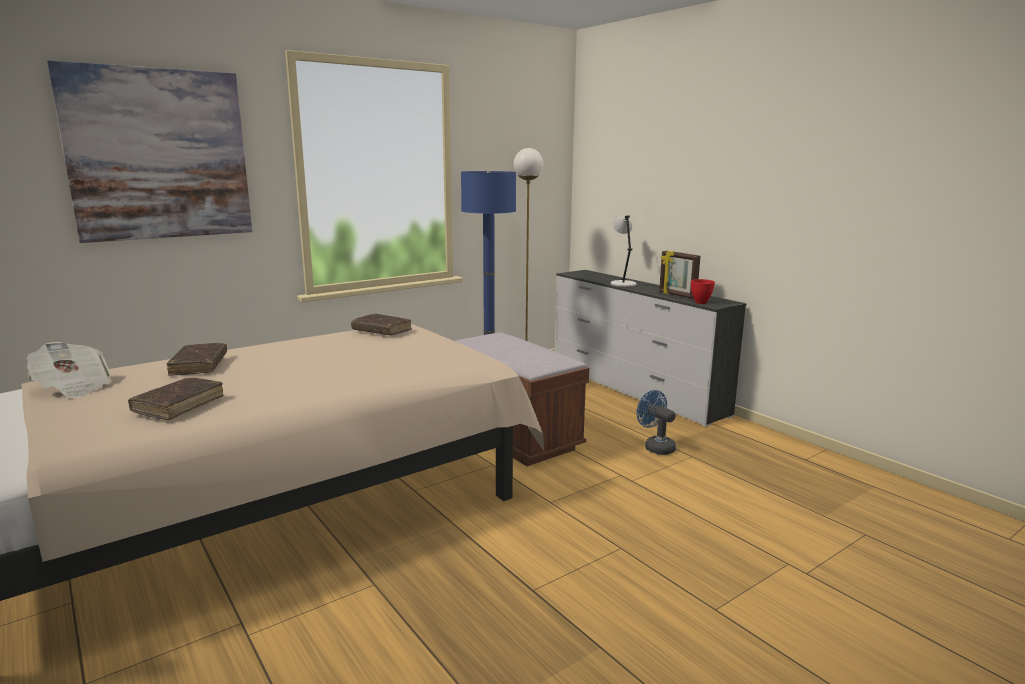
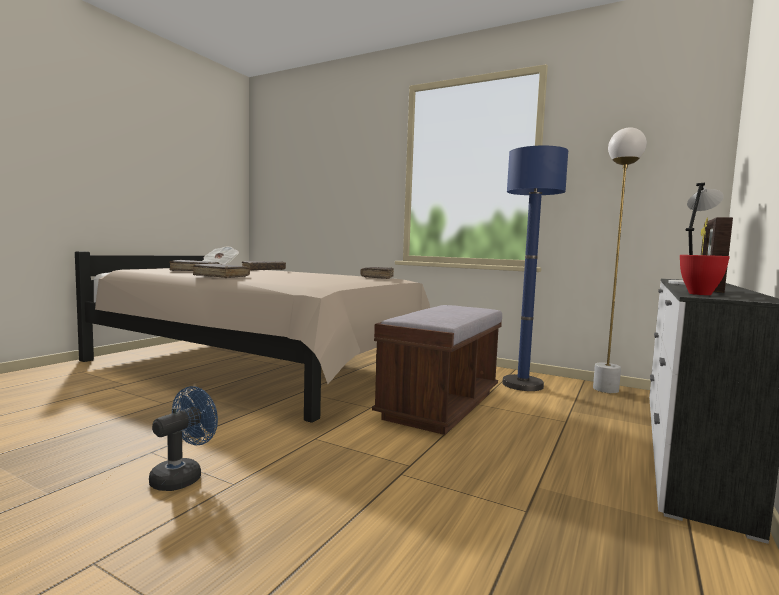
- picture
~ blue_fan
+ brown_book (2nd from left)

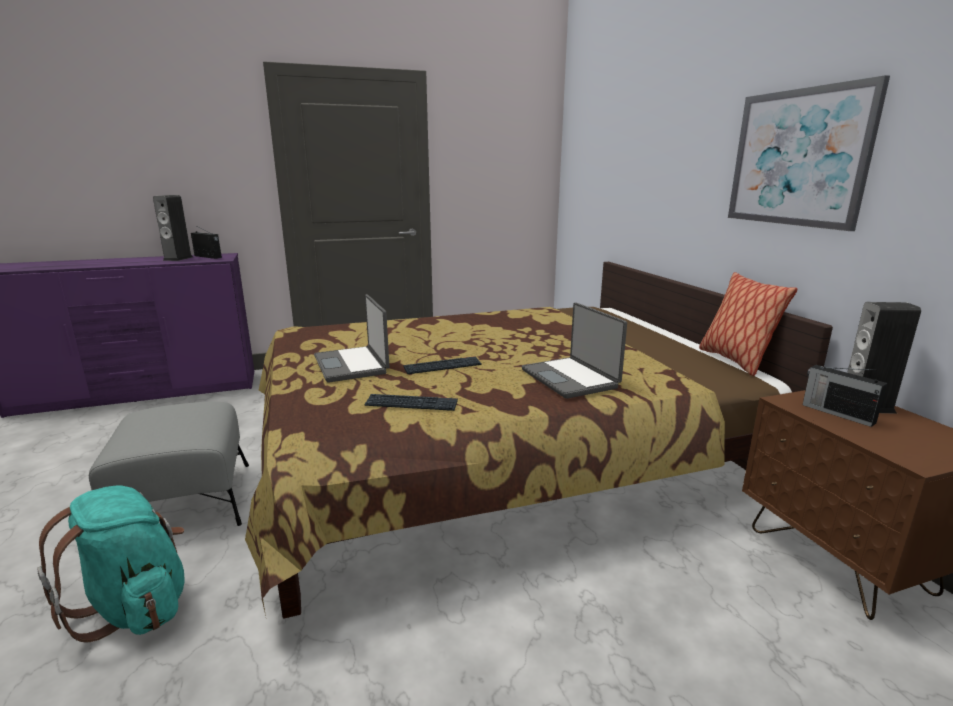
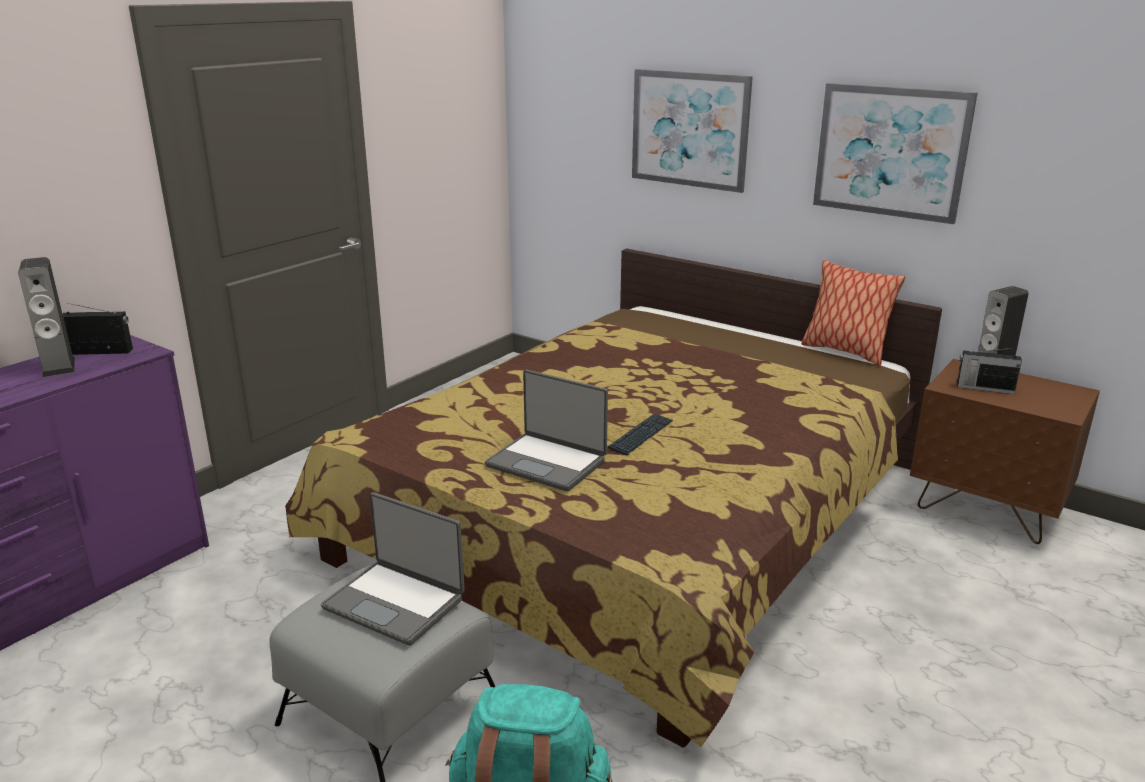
~ laptop (2nd from left in the first image) to laptop (1st from left)
- keyboard (1st from left)
+ picture (1st from left)

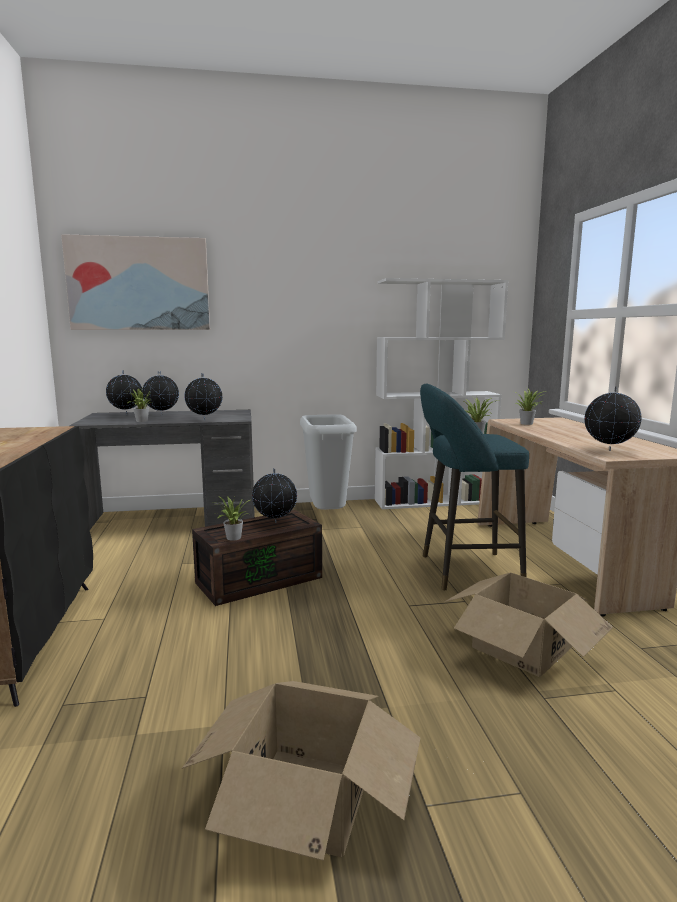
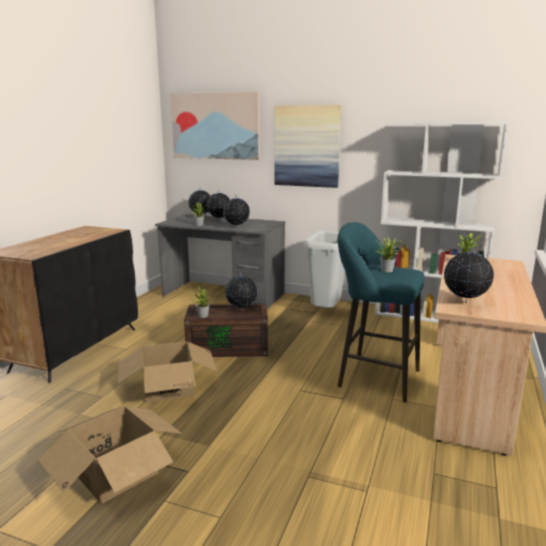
~ cardboard_box (2nd from left)
+ picture (2nd from left)

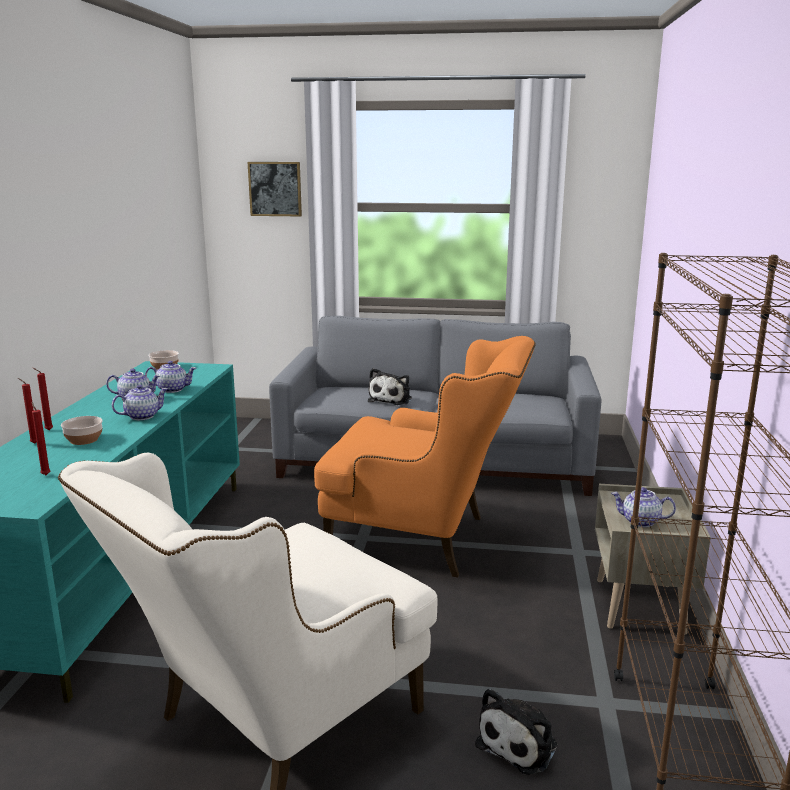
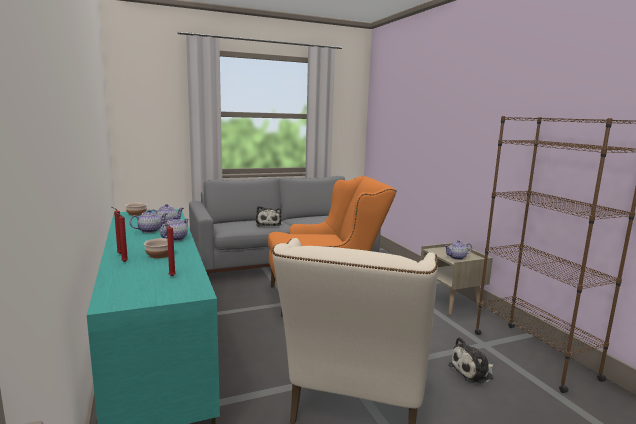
- picture
~ plush_toy (2nd from left) 60 degrees clockwise

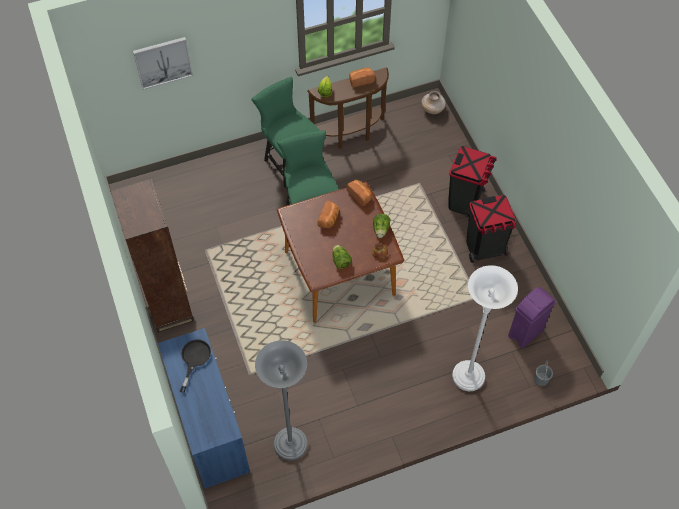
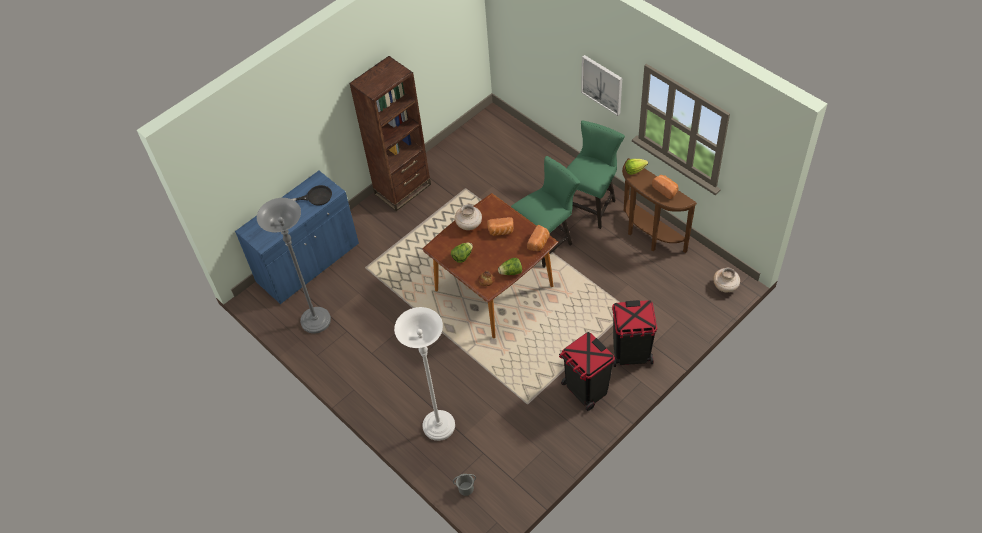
~ picture
- purple_trash_can
+ beige_vase (1st from left)

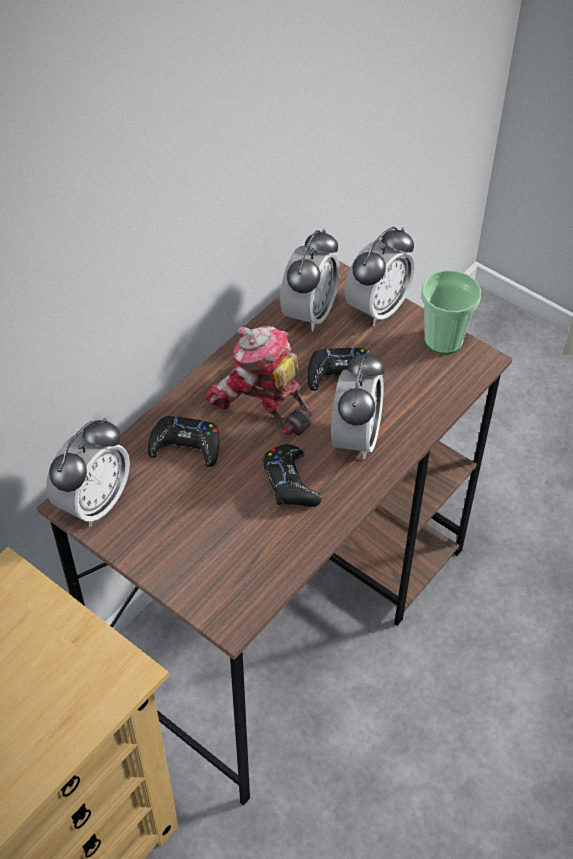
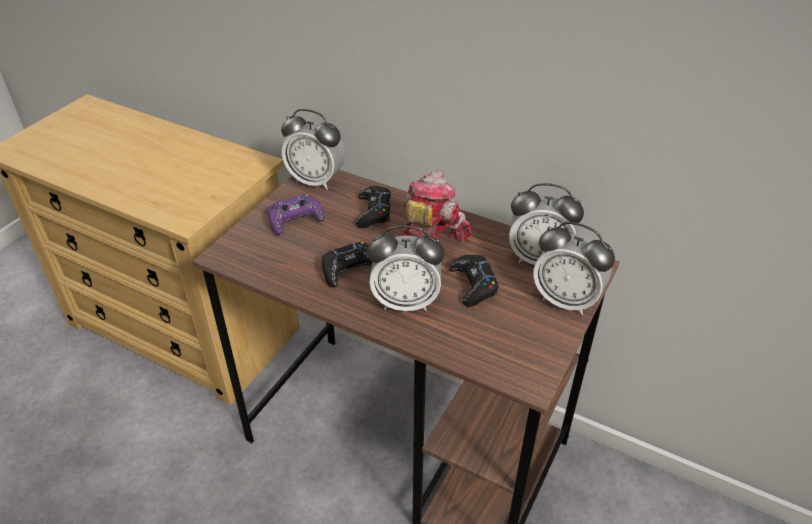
- cup
+ purple_game_controller

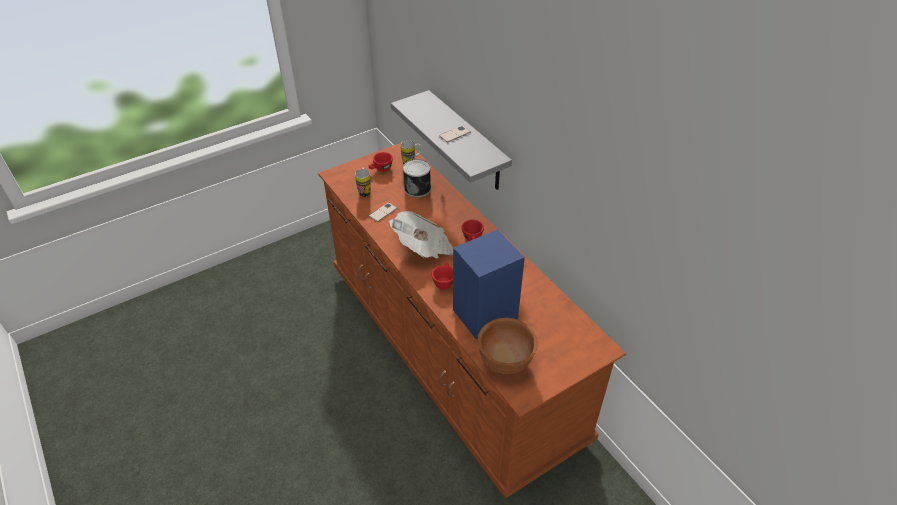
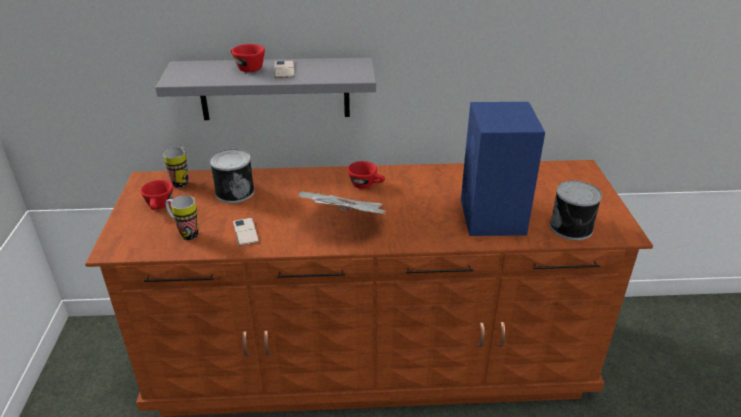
~ red_cup (2nd from left)
~ brown_bowl to can (2nd from left)

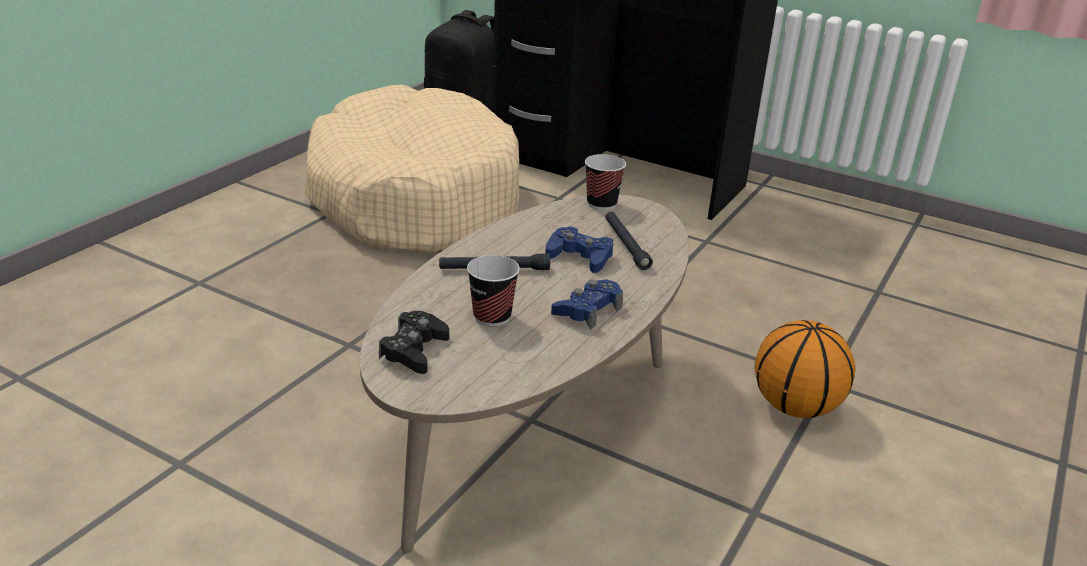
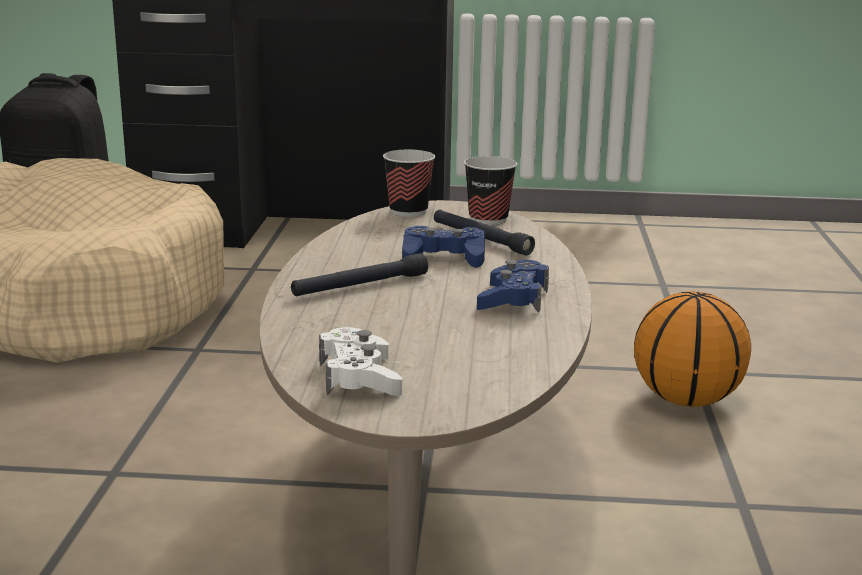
~ cup (1st from left in the first image) to cup (2nd from left)
~ black_game_controller to white_game_controller

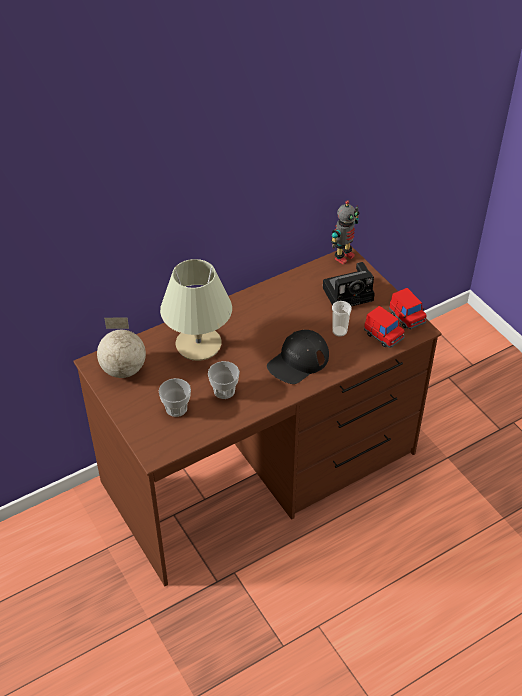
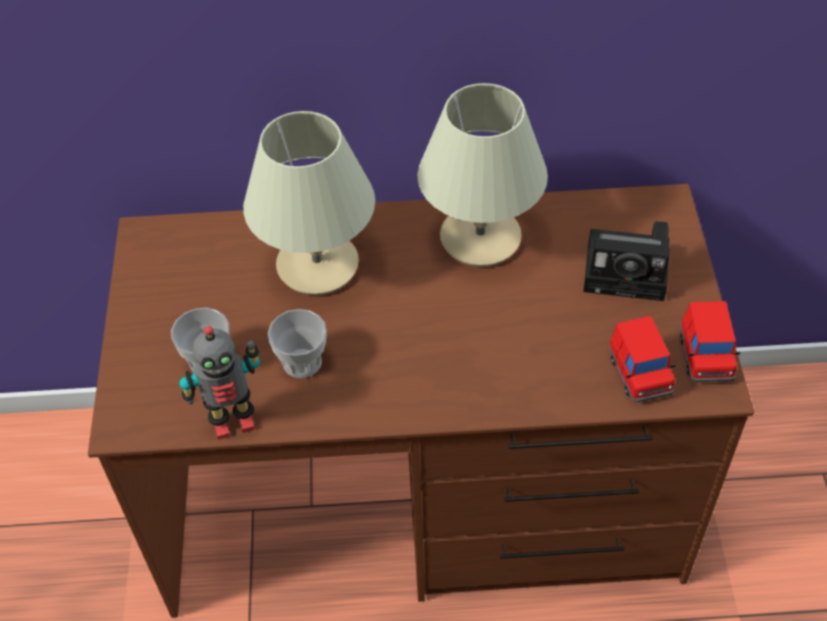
~ toy_robot
- cup (3rd from left)
- globe
- black_cap
+ beige_table_lamp (2nd from left)

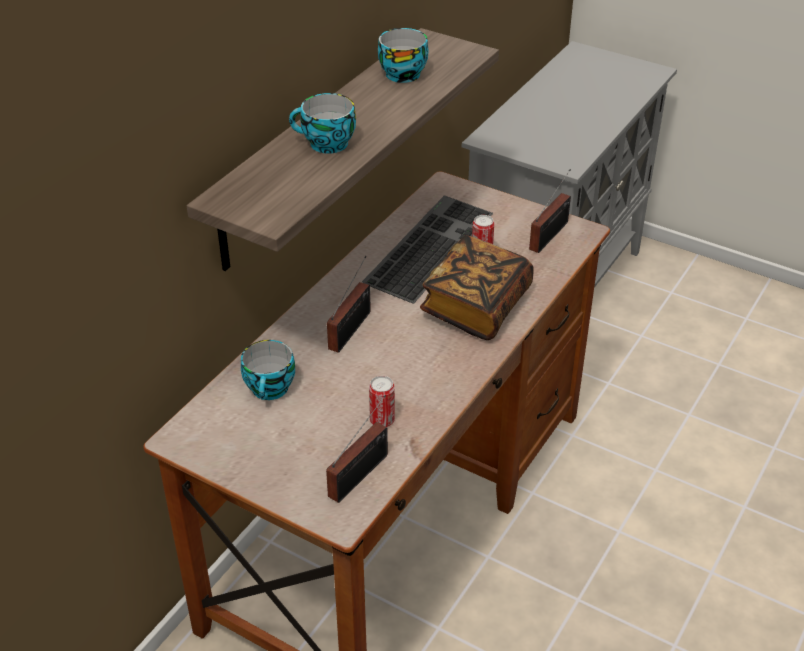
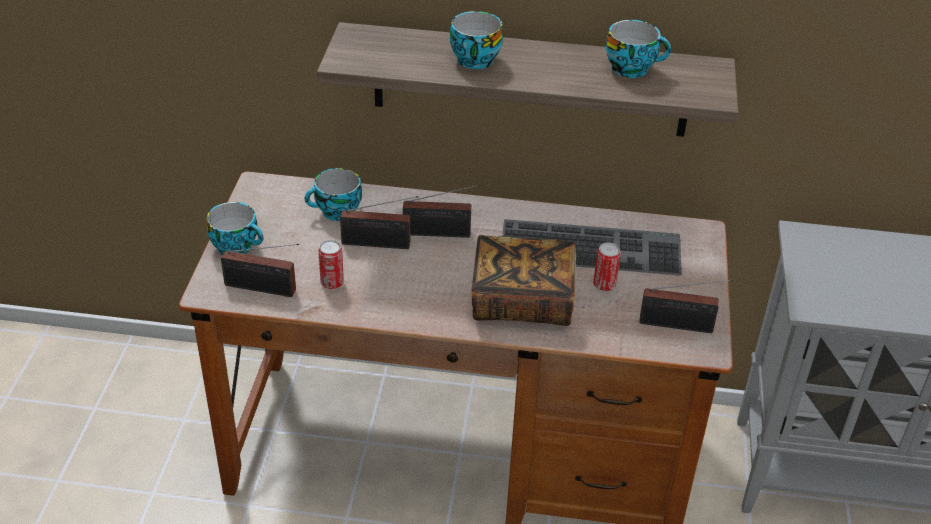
+ radio (2nd from left)
+ cup (1st from left)

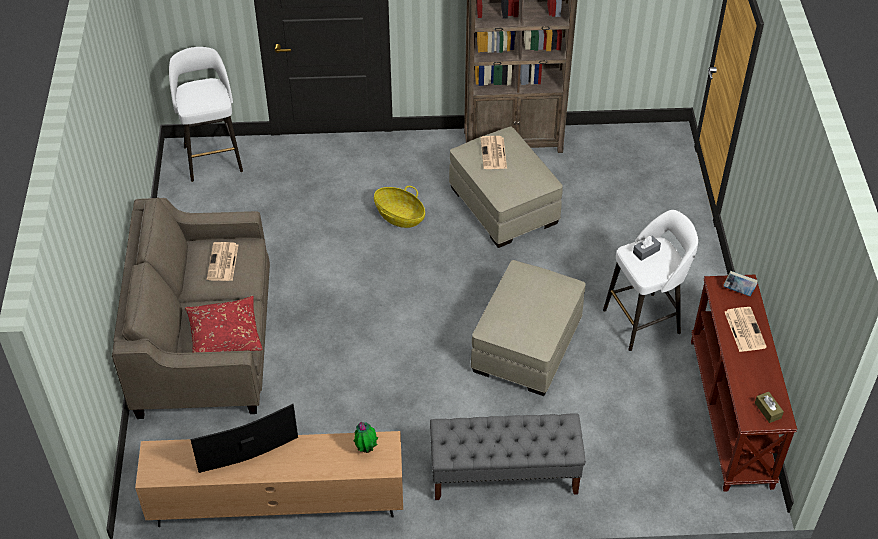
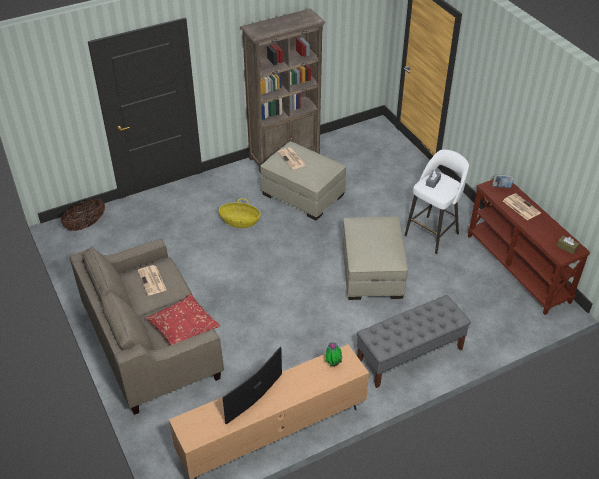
~ white_stool (1st from left) to basket (1st from left)

